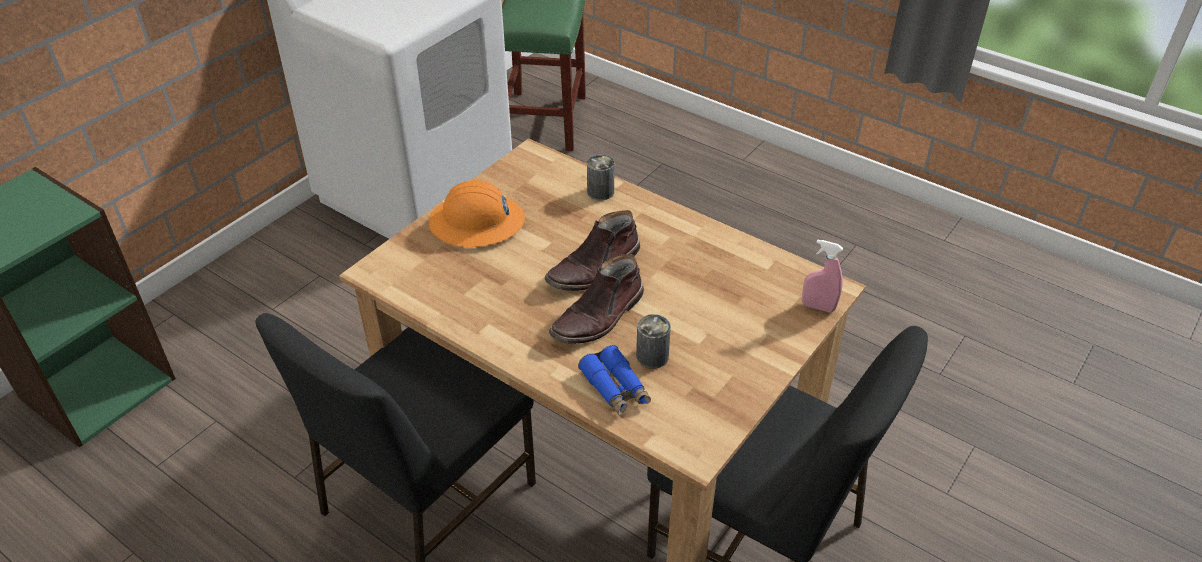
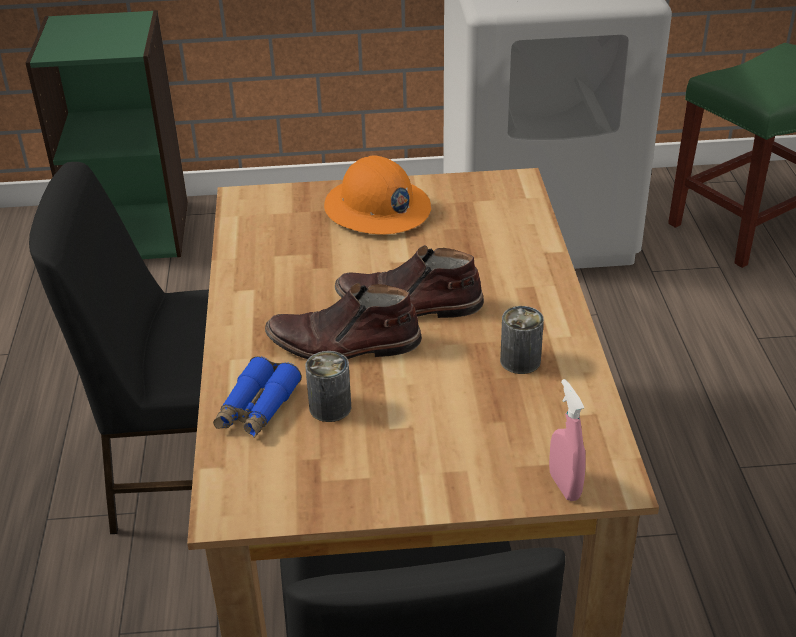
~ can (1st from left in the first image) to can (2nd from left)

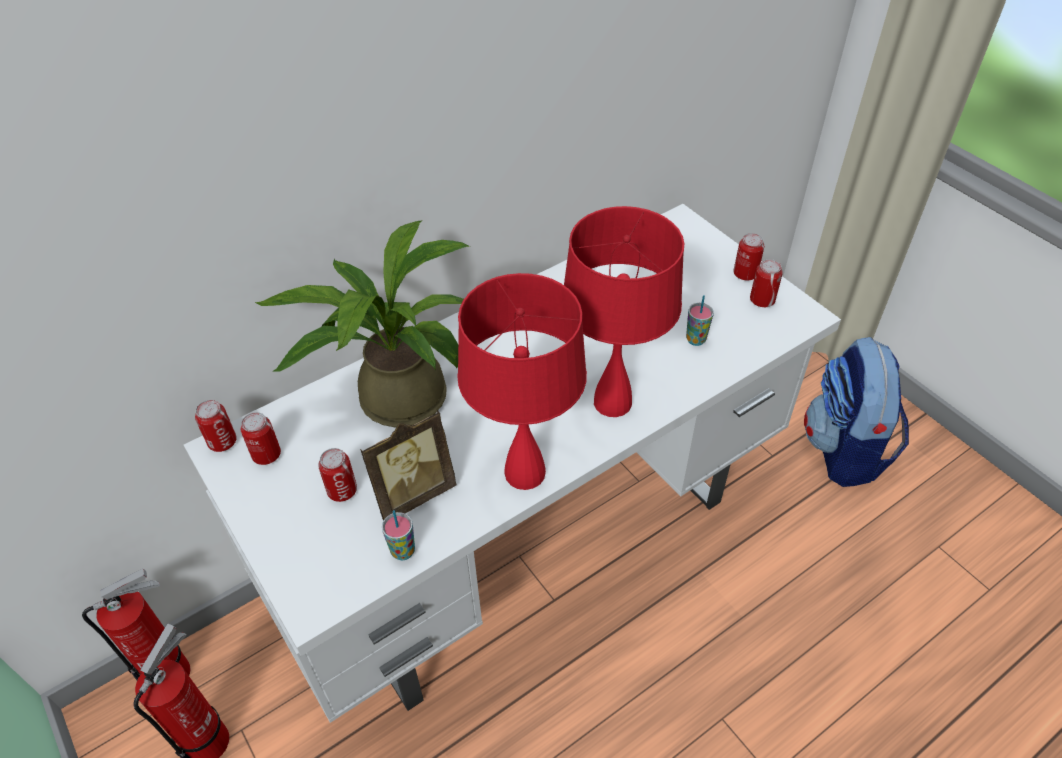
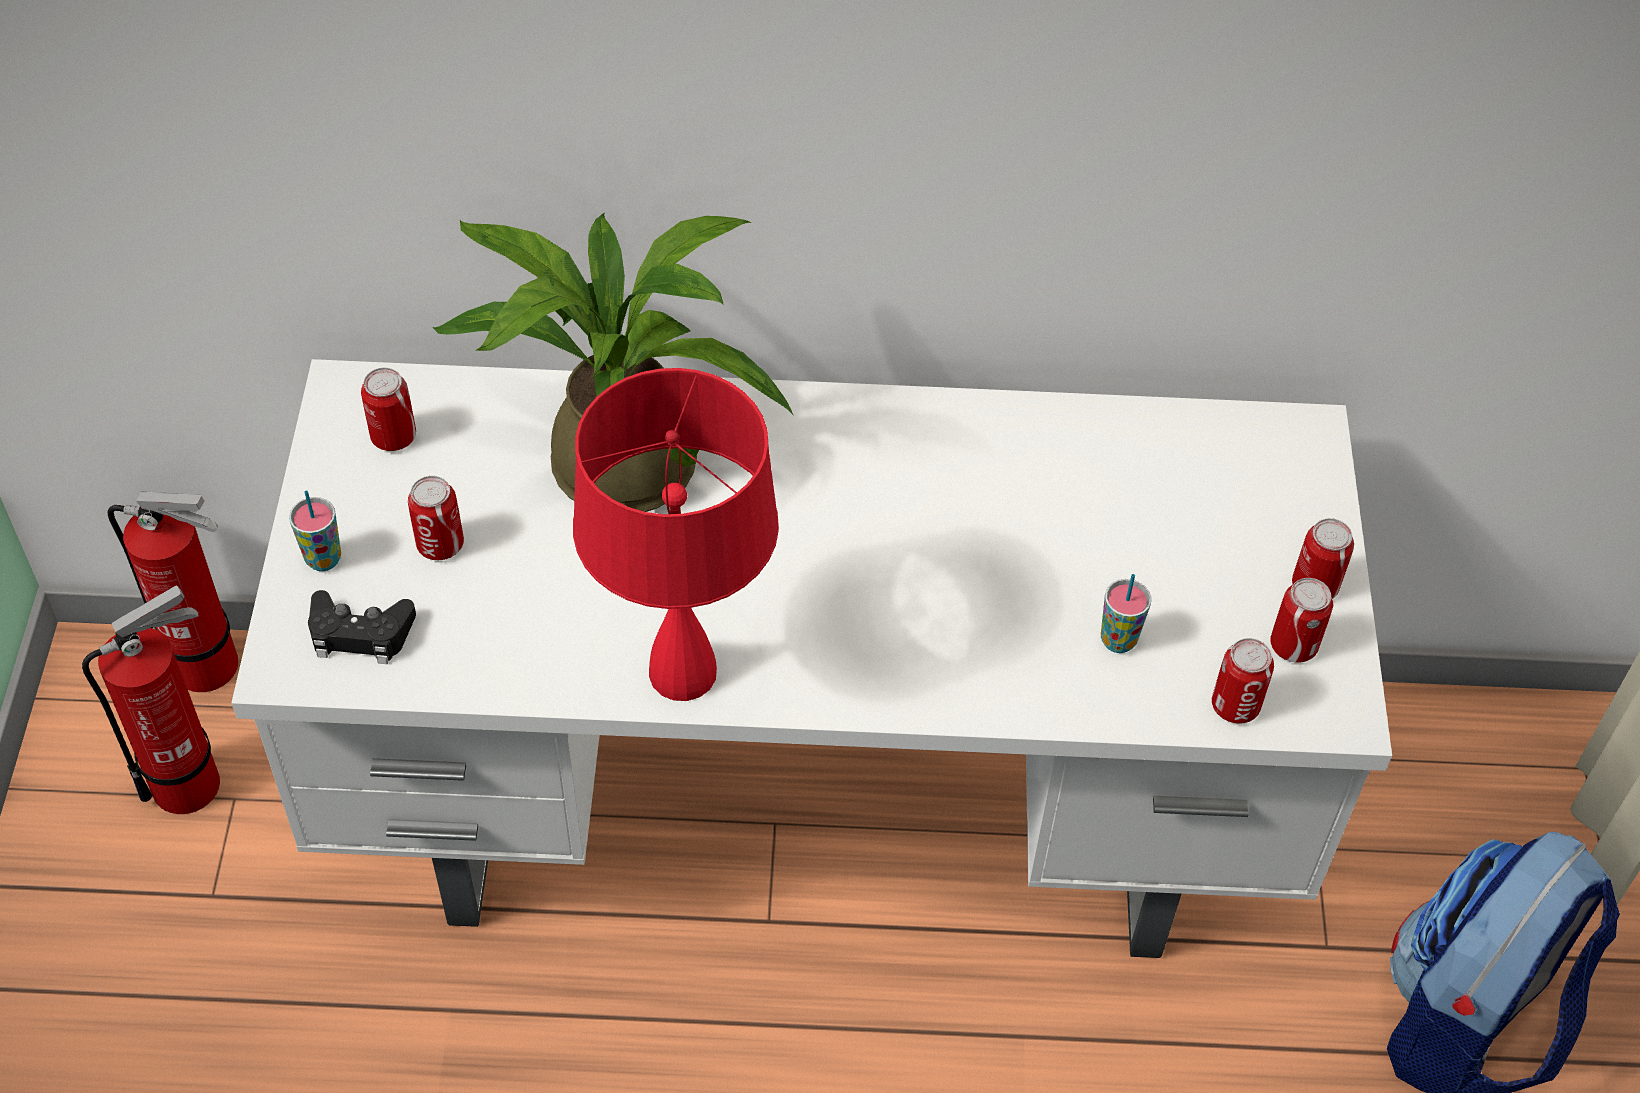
- red_table_lamp (2nd from left)
~ can (1st from left in the first image) to can (3rd from left)
- picture_frame
~ cup (1st from left)
+ black_game_controller

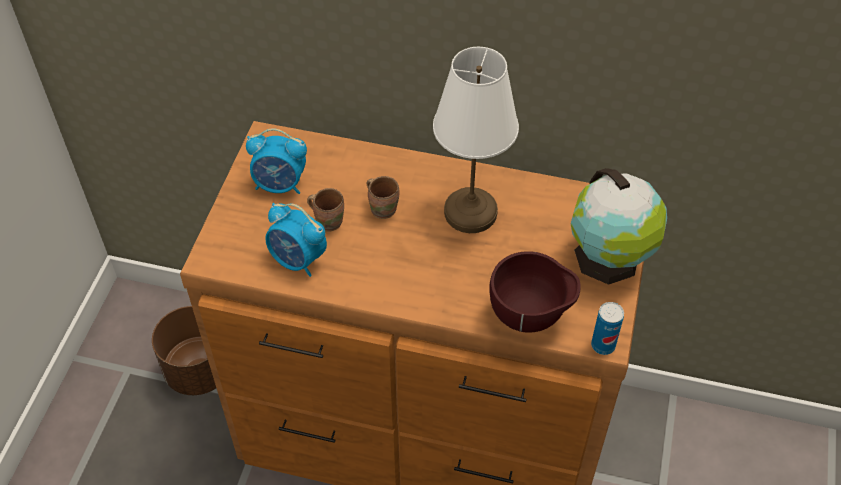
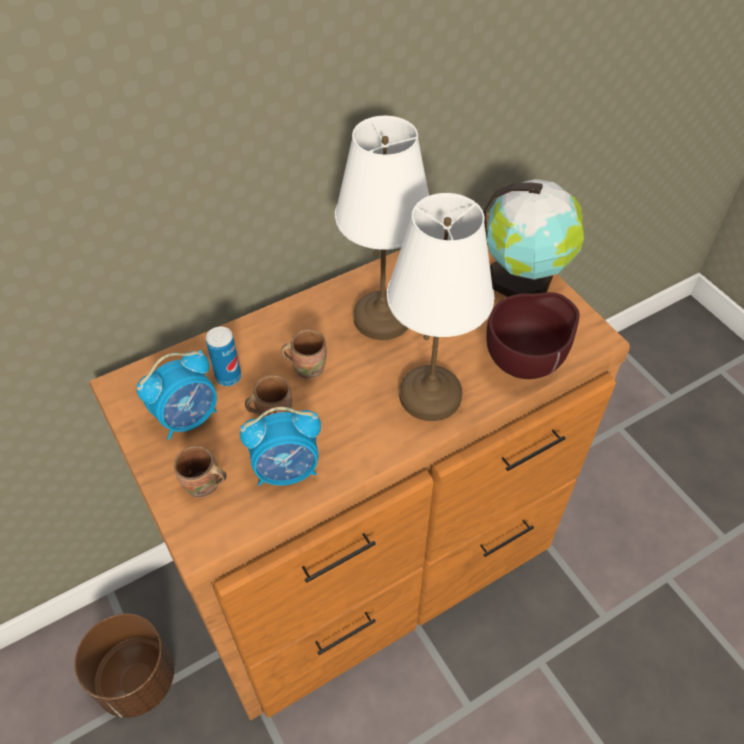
~ can
+ white_table_lamp (2nd from left)
+ brown_mug (1st from left)

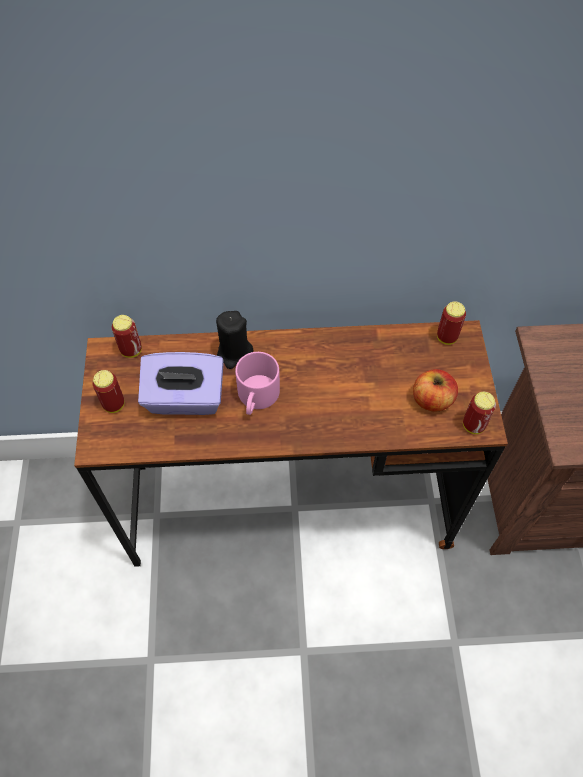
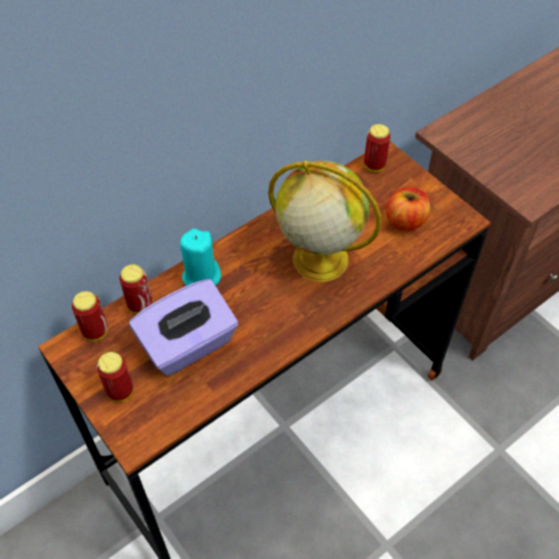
~ black_candle to turquoise_candle
- pink_mug
~ can (4th from left in the first image) to can (3rd from left)
+ globe

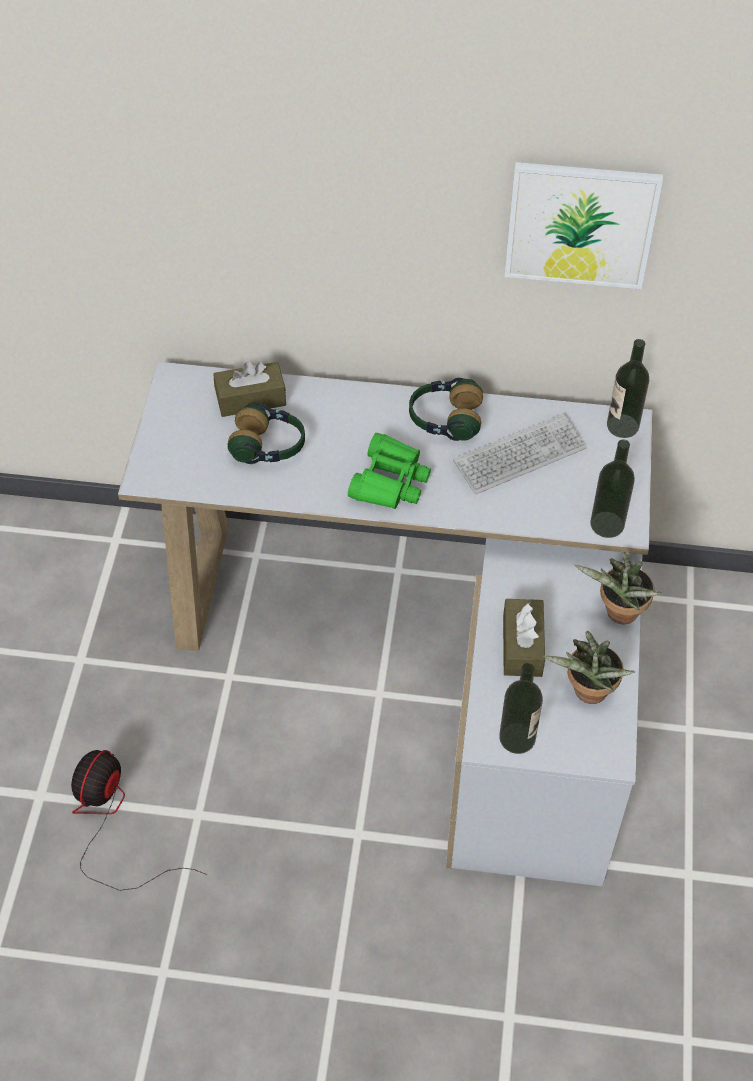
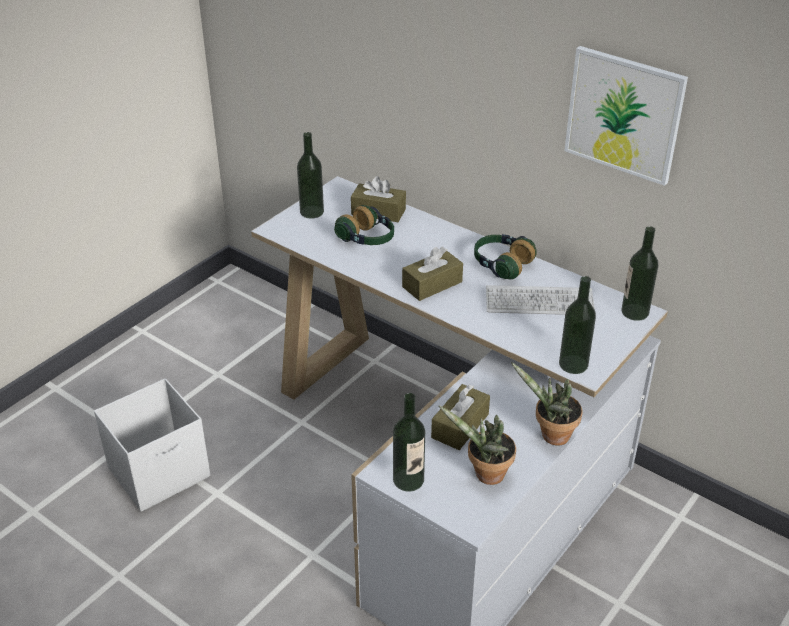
~ green_binoculars to brown_tissue_box (2nd from left)
~ fan to white_storage_box
+ bottle (1st from left)

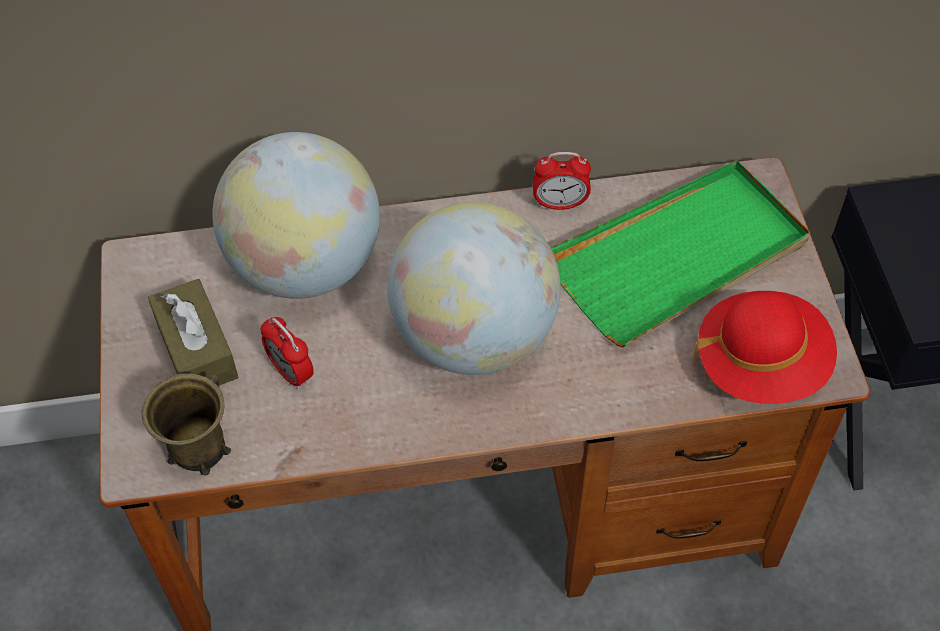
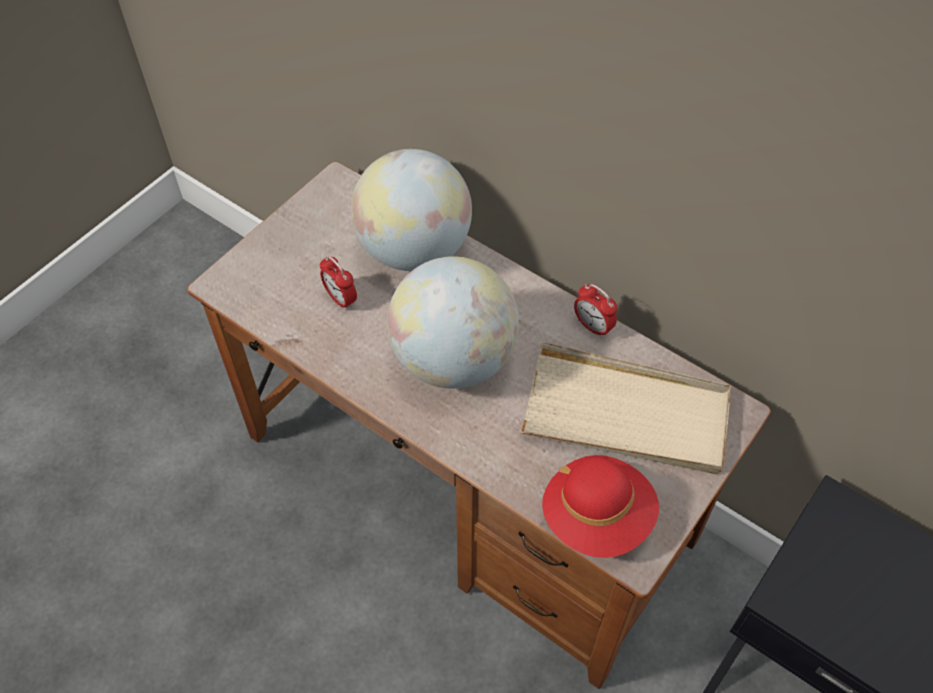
~ green_tray to beige_tray
- brown_tissue_box
~ alarm_clock (1st from left) 45 degrees counterclockwise
- brown_mug

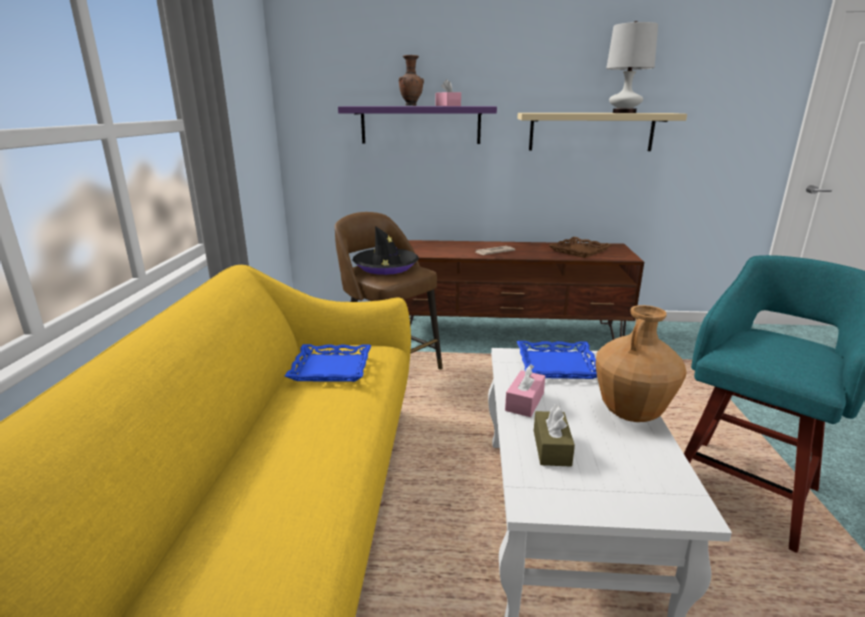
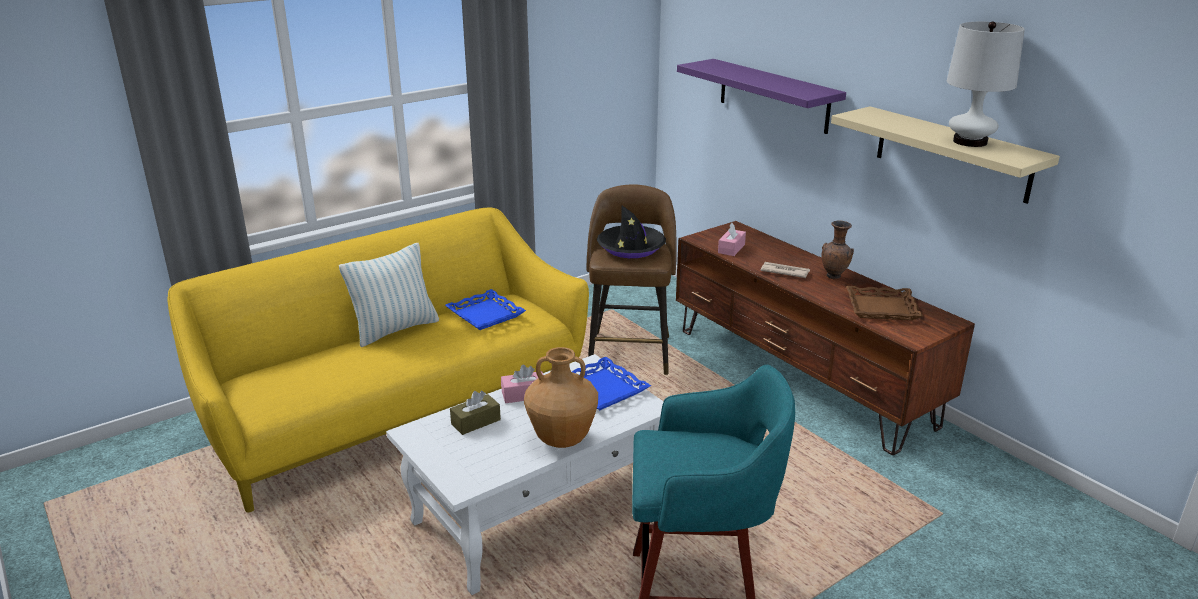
~ brown_vase (1st from left in the first image) to brown_vase (2nd from left)
~ pink_tissue_box (1st from left in the first image) to pink_tissue_box (2nd from left)
+ pillow

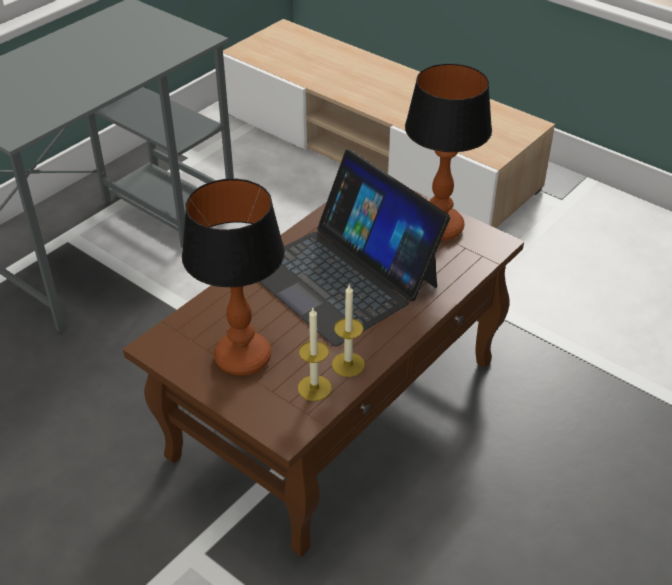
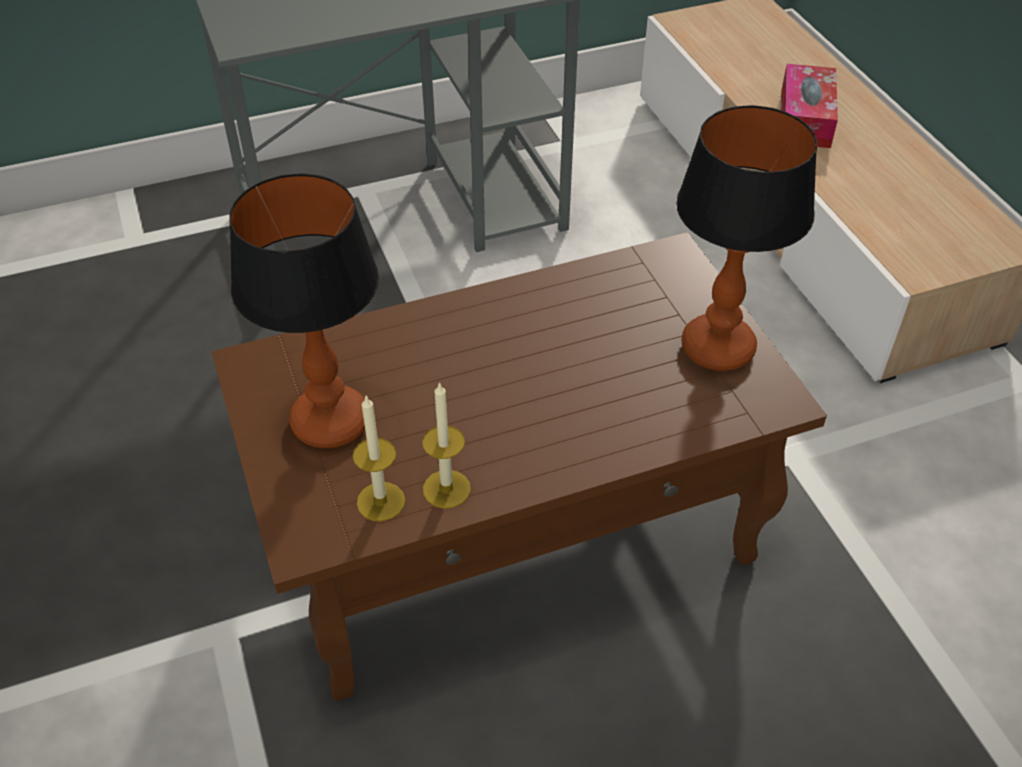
- laptop
+ tissue_box

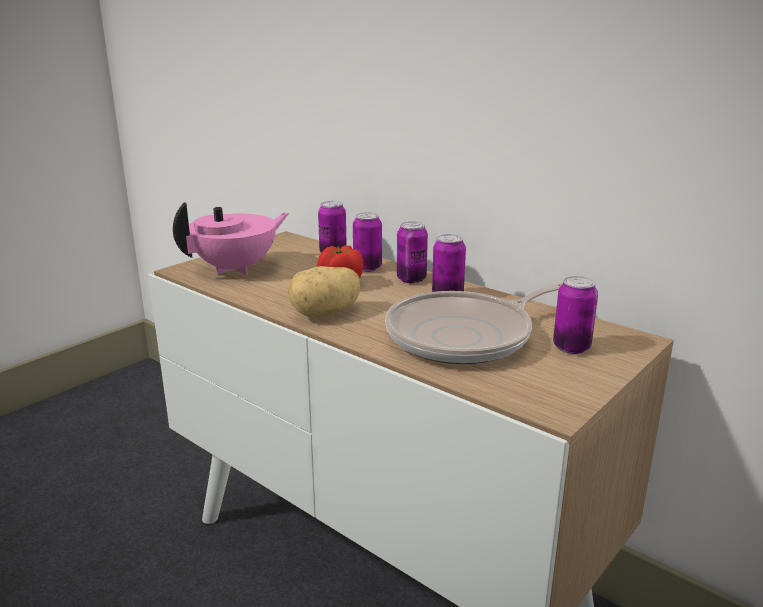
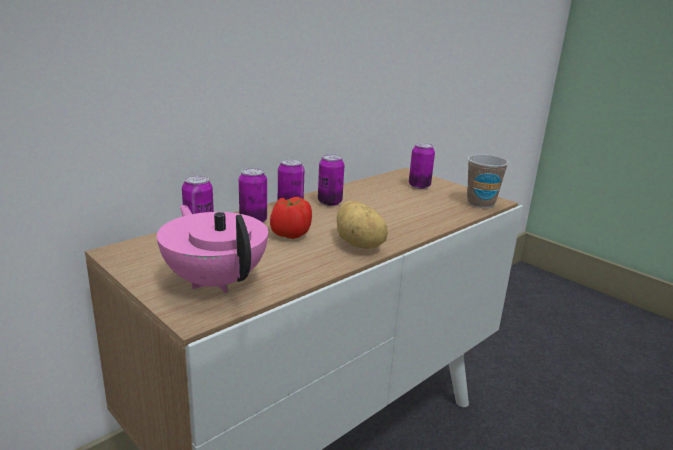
- frying_pan
+ cup

